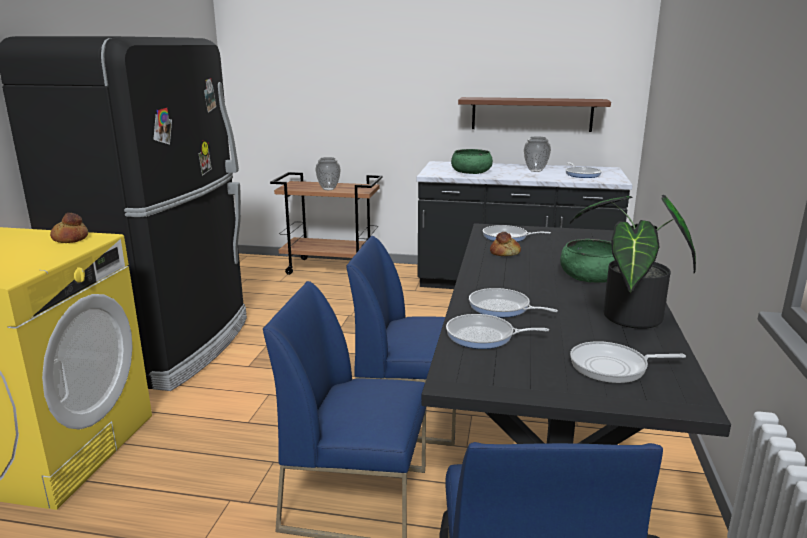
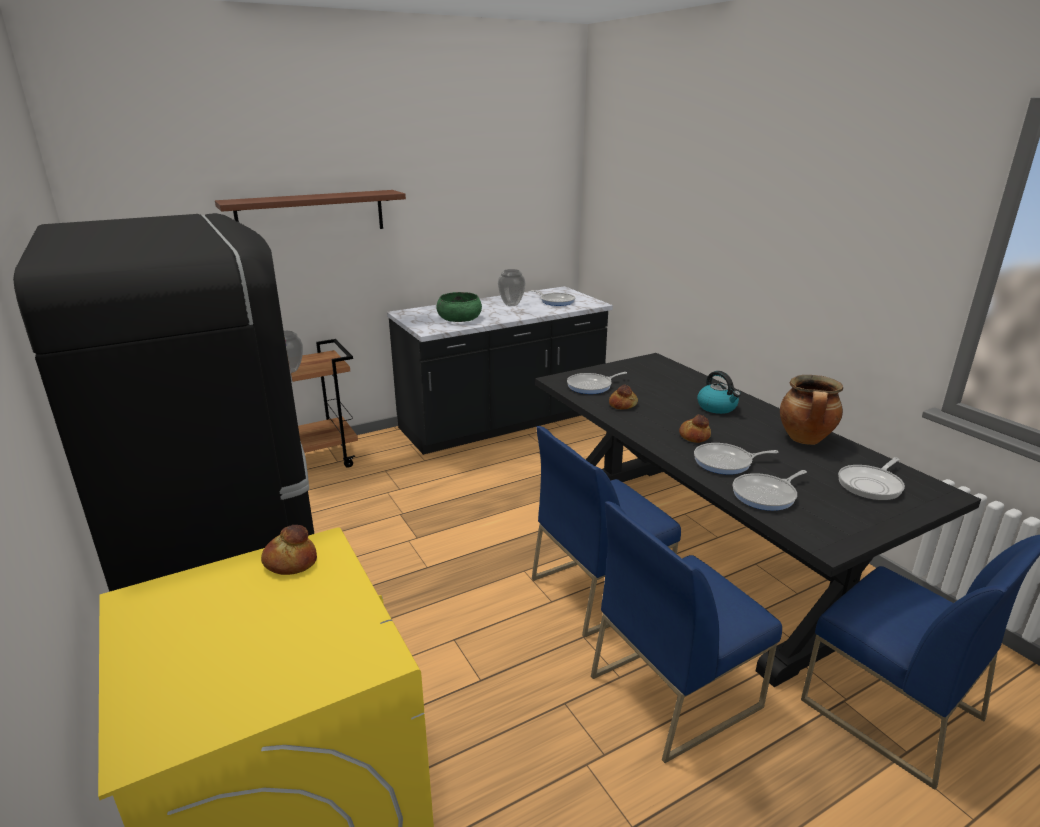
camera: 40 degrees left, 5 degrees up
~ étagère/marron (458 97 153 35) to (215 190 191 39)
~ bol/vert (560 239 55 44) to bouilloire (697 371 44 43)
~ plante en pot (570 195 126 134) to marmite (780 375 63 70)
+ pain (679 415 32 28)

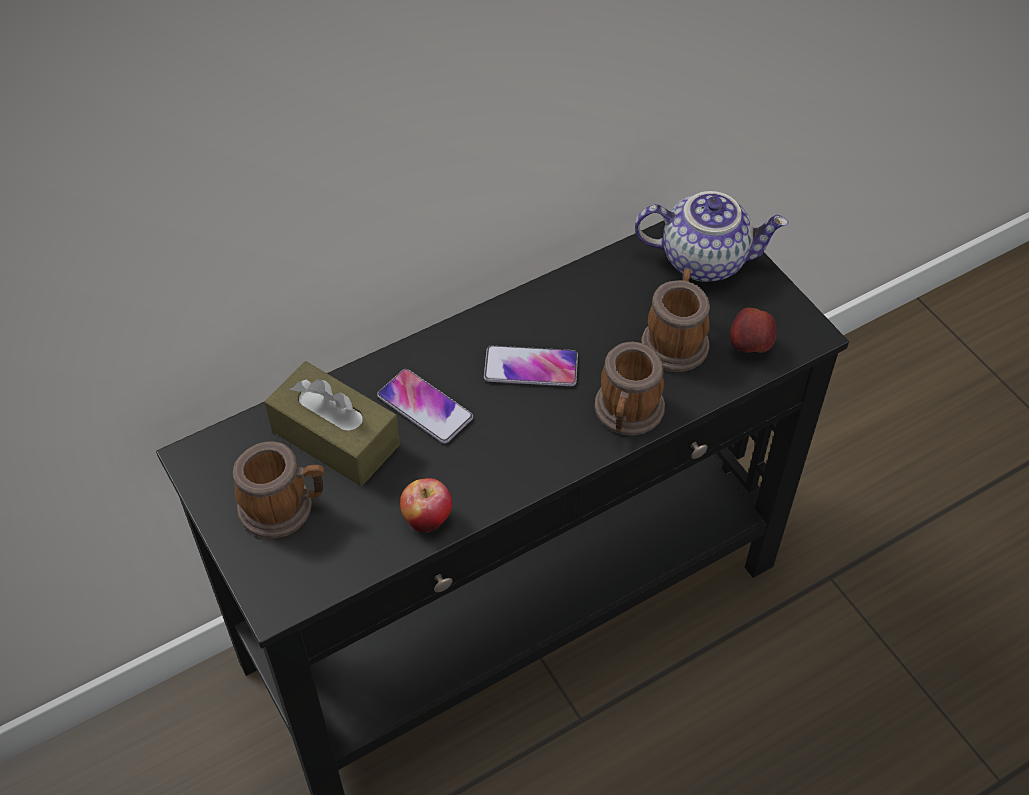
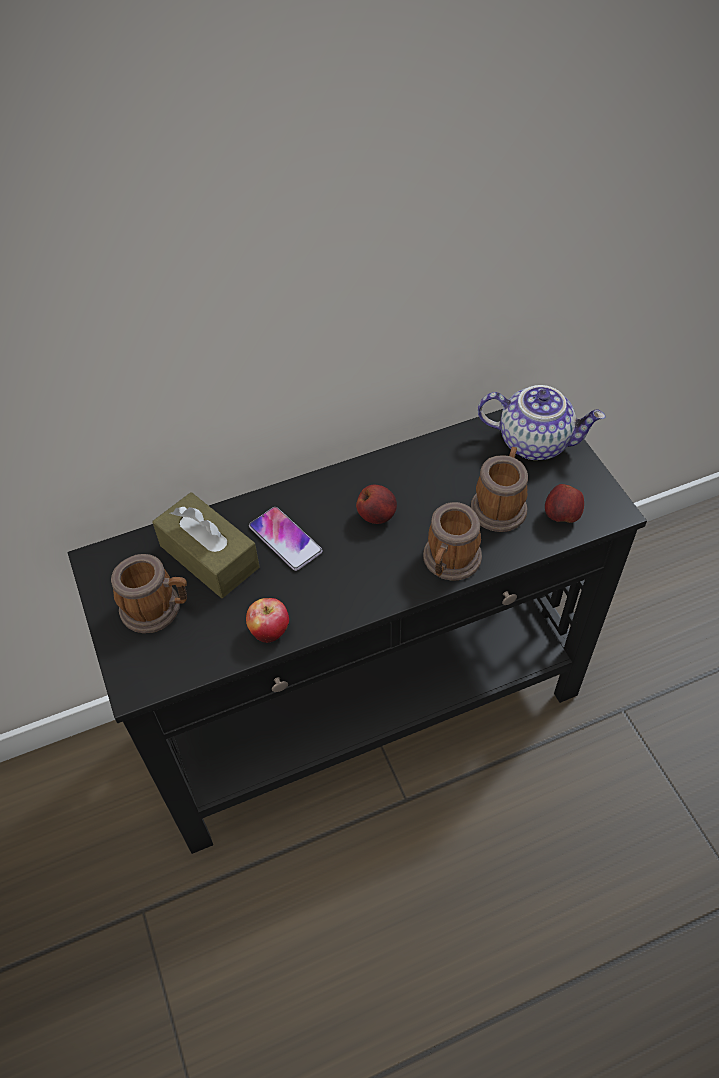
camera: 10 degrees right, 0 degrees up
~ téléphone (484 346 94 40) to pomme (356 485 41 39)

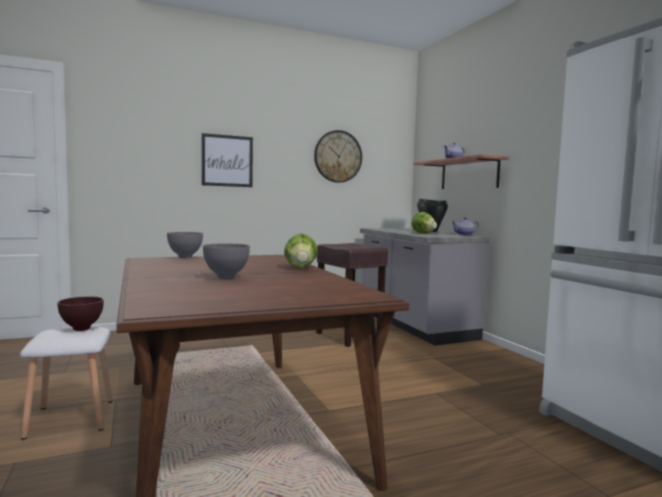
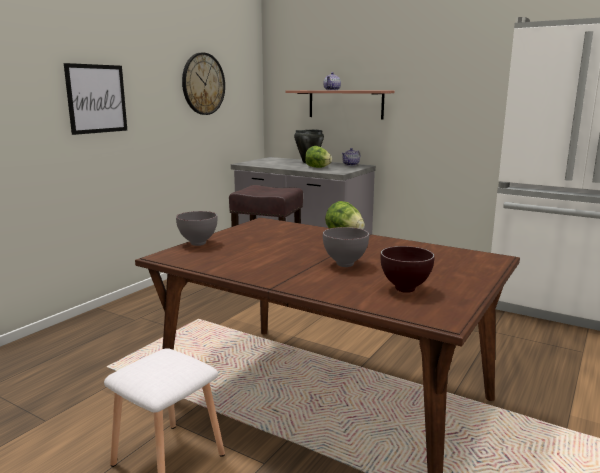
camera: 35 degrees left, 10 degrees up
~ bol/marron (57 296 47 35) to (380 246 55 47)

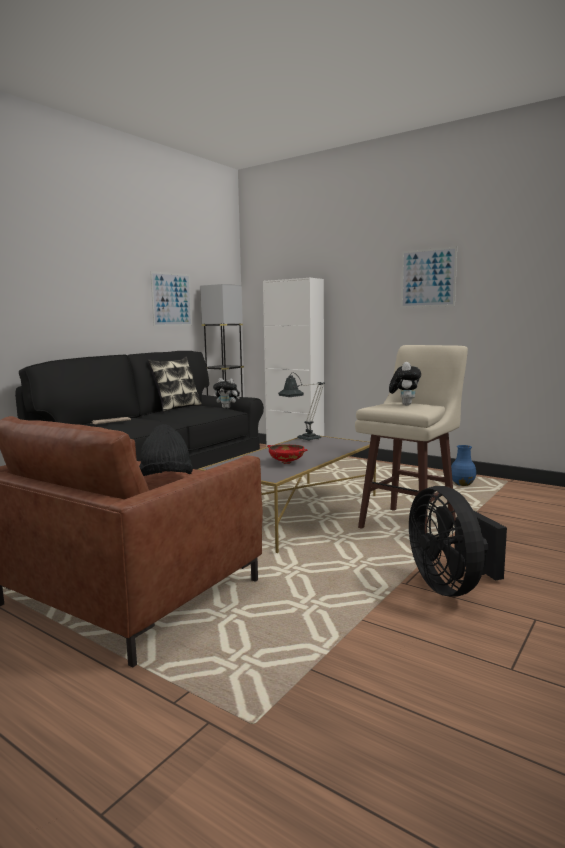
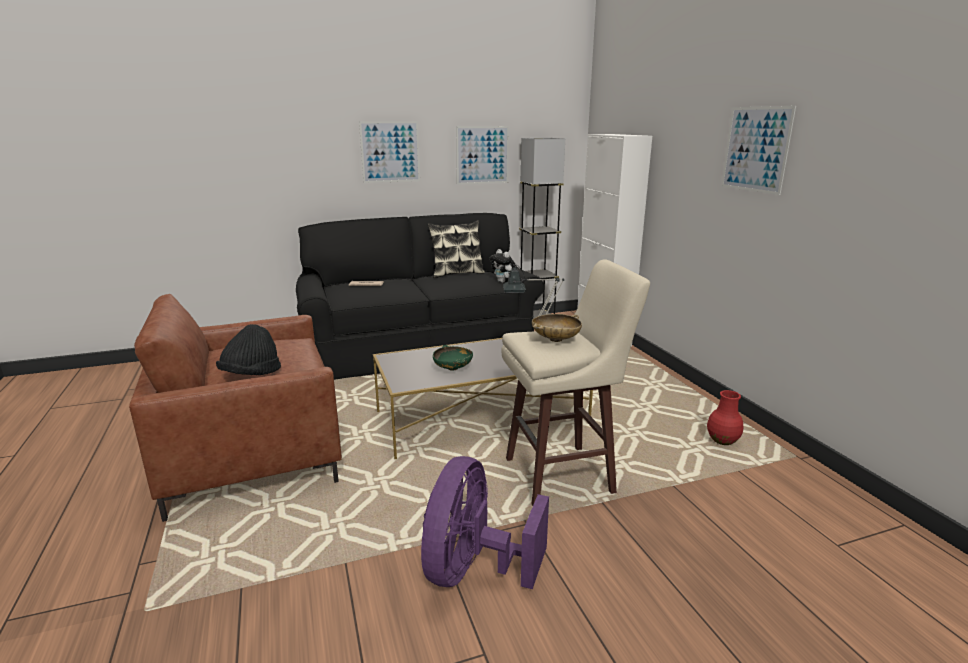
camera: 35 degrees right, 10 degrees up
~ bol/rouge (267 445 41 19) to bol/vert (433 345 40 26)
~ peluche (389 362 32 43) to bol/beige (532 314 50 28)
~ ventilateur/noir (409 486 98 111) to ventilateur/violet (421 456 128 133)
~ vase/bleu (451 445 25 41) to vase/rouge (707 390 36 55)
+ tableau (359 121 61 62)

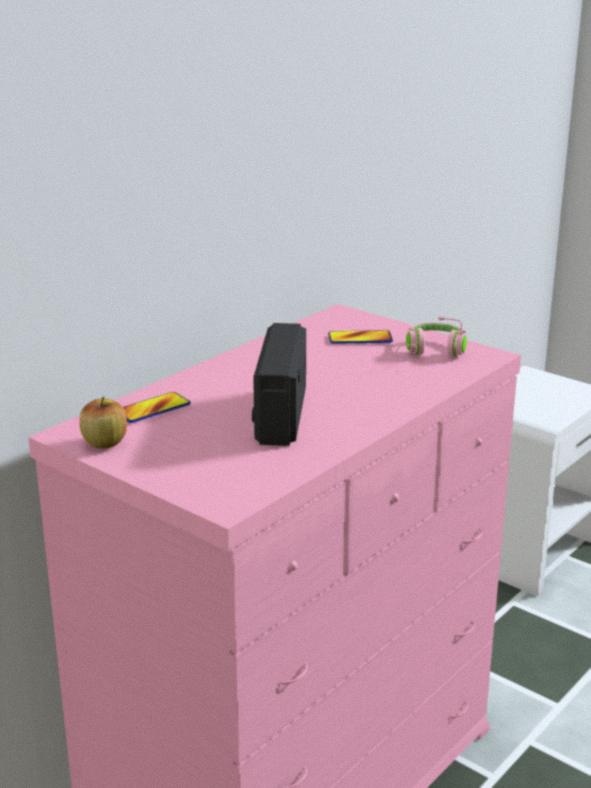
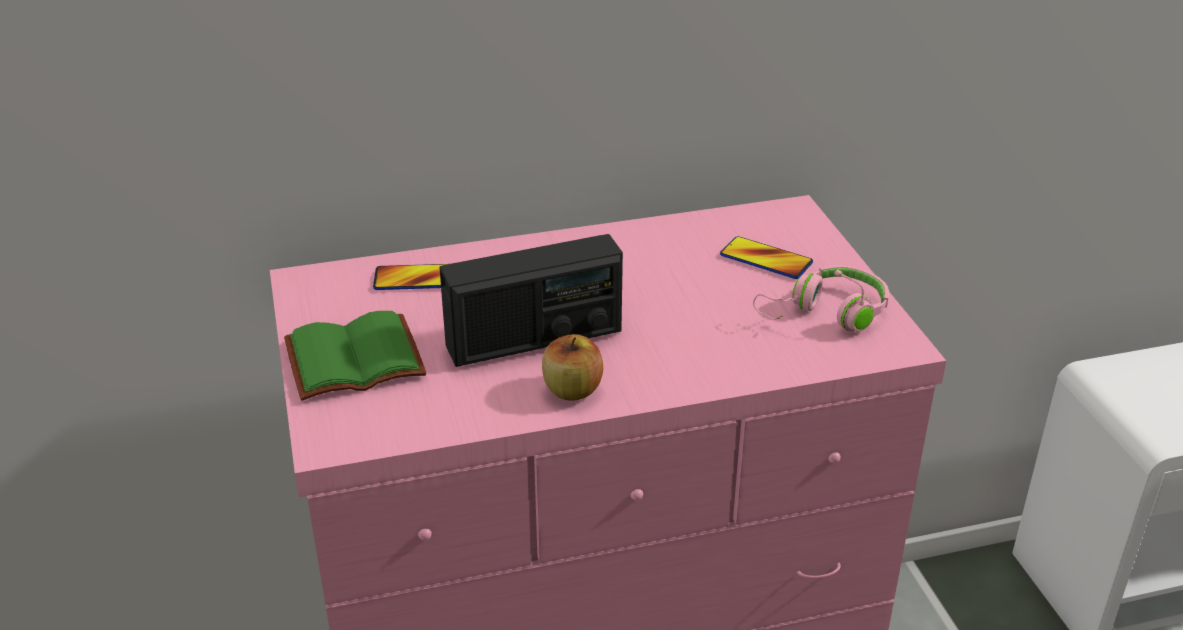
camera: 35 degrees right, 10 degrees up
~ pomme (79 396 48 53) to (542 334 61 67)
~ radio (252 323 54 123) = (440 234 183 133) 150 degrees counterclockwise
+ livre/vert (284 311 143 90)

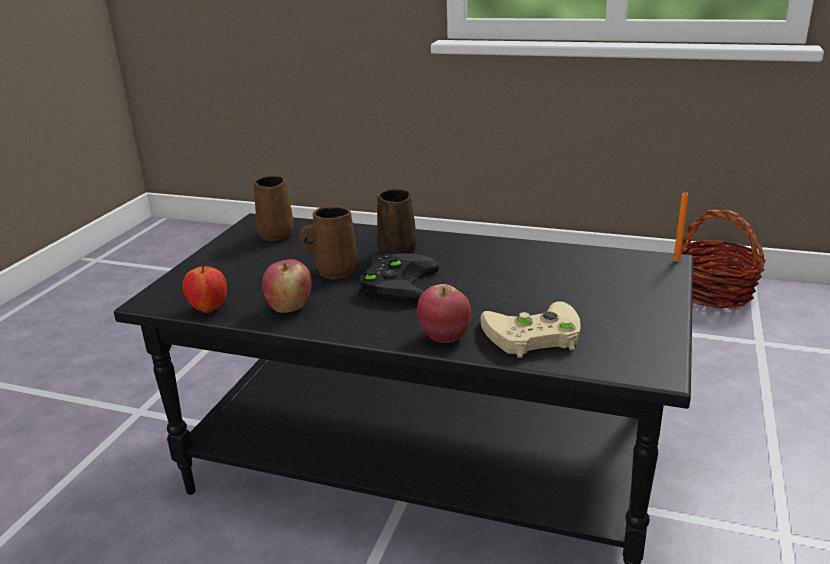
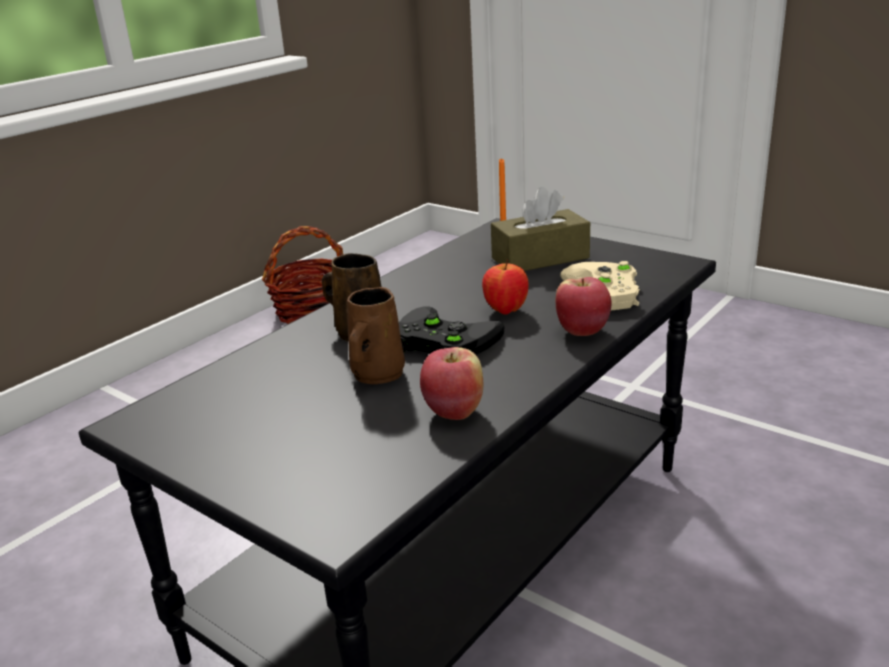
camera: 70 degrees left, 0 degrees up
~ pomme (182 265 45 48) to (482 259 47 55)
- mug/marron (253 175 41 66)
+ boîte à mouchoirs/marron (491 187 99 84)

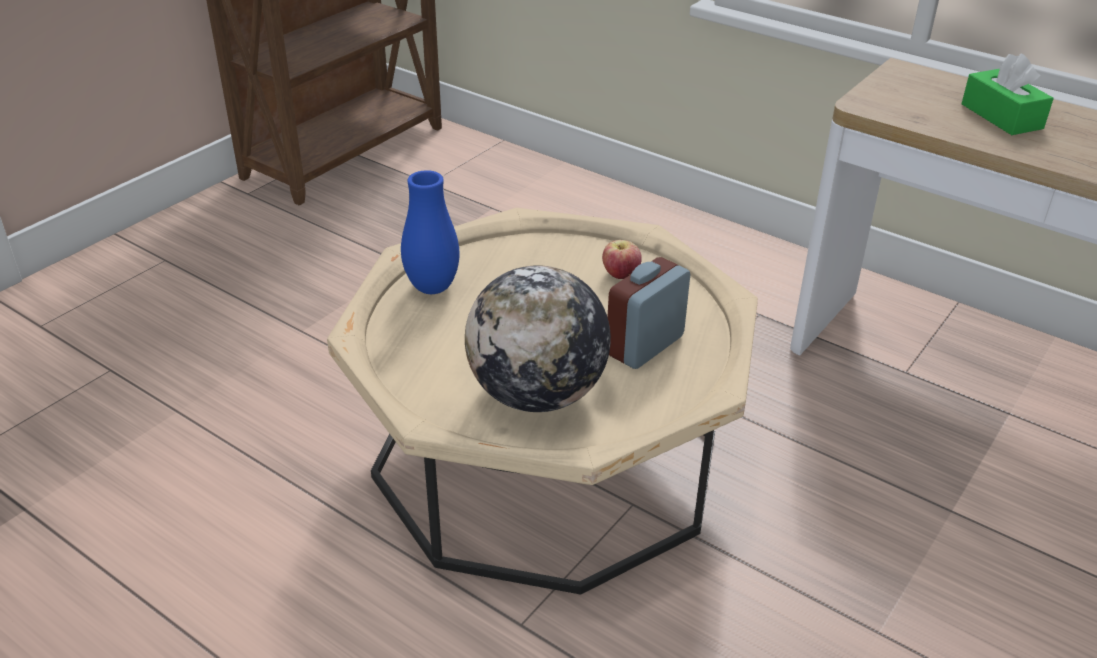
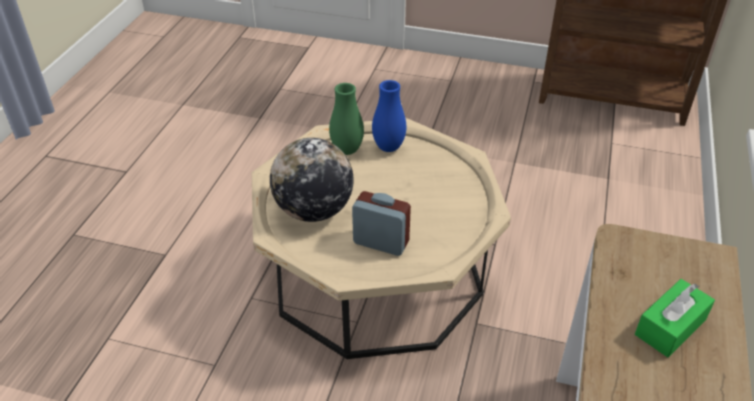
camera: 70 degrees right, 5 degrees up
- pomme (602 240 40 39)
+ vase/vert (329 83 35 72)

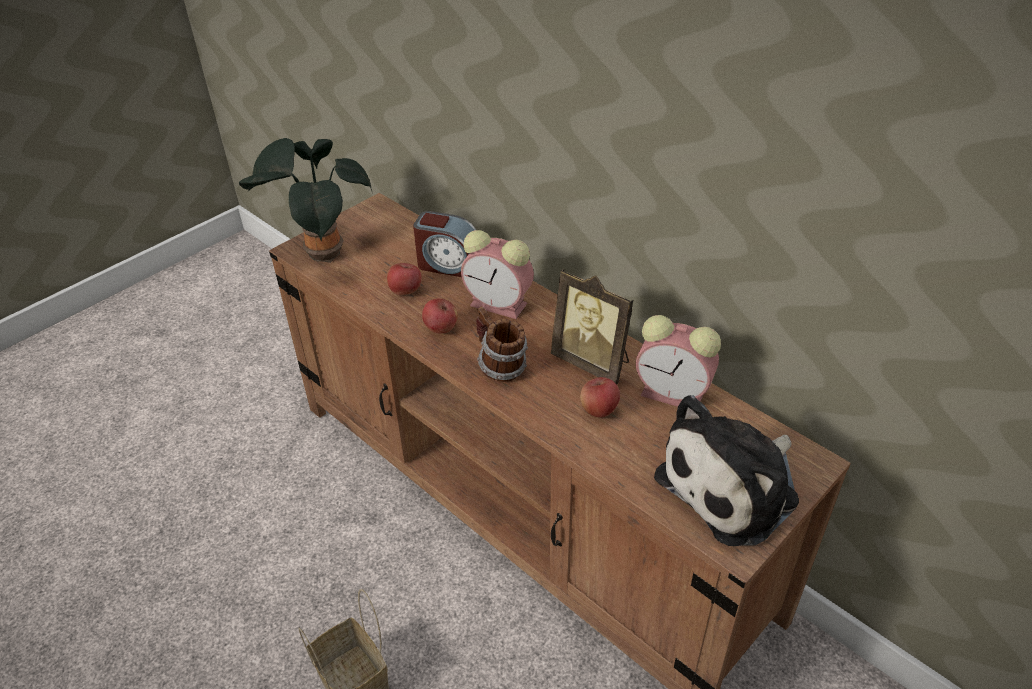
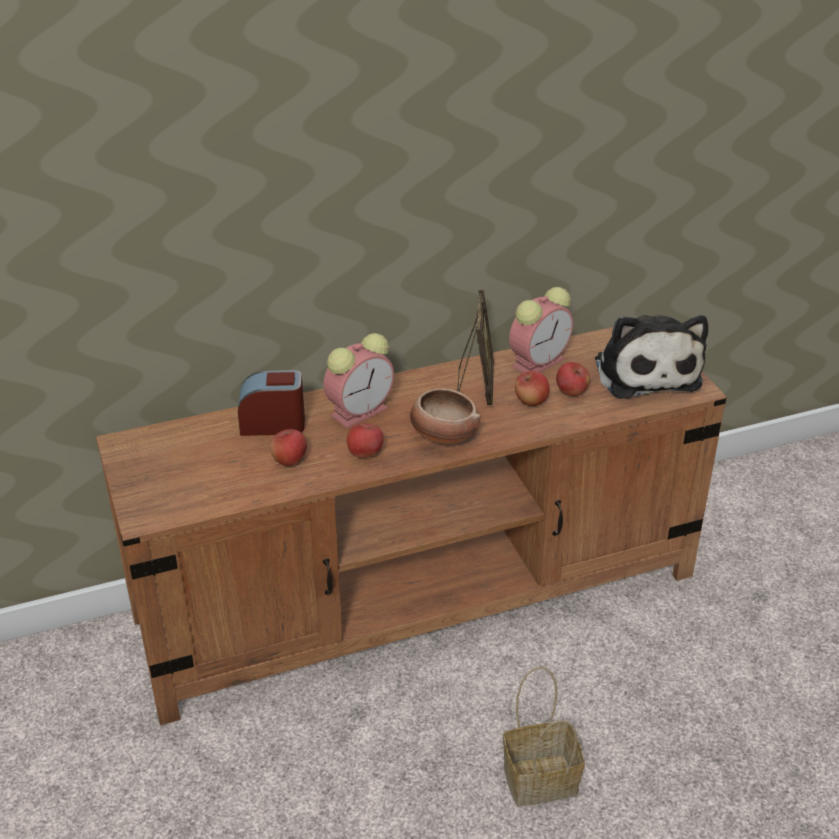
camera: 65 degrees left, 5 degrees down
- plante en pot (239 138 134 125)
~ réveil (413 211 63 66) = (238 370 67 66) 135 degrees counterclockwise
~ mug (476 307 52 75) to bol (410 388 70 56)
~ cadre photo (551 269 83 115) = (457 290 37 115) 60 degrees counterclockwise
+ pomme (556 362 34 34)

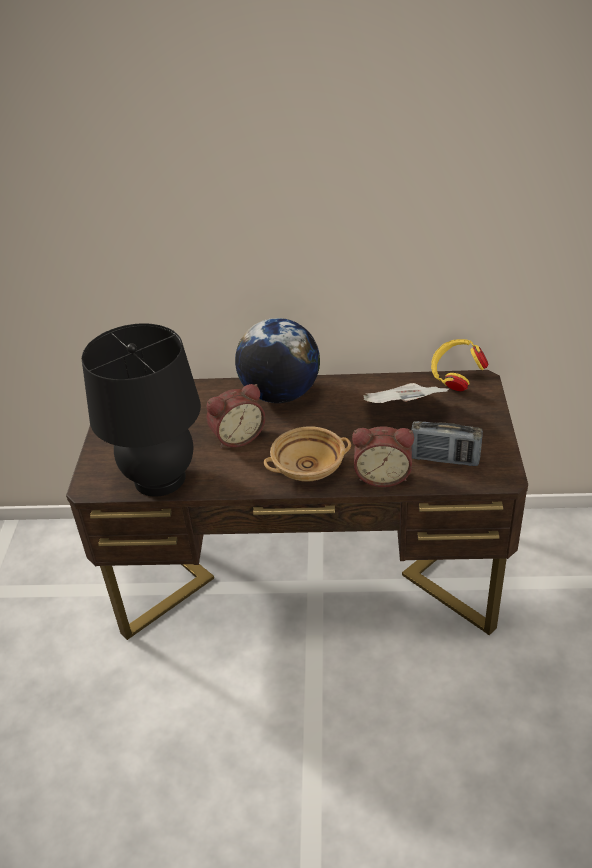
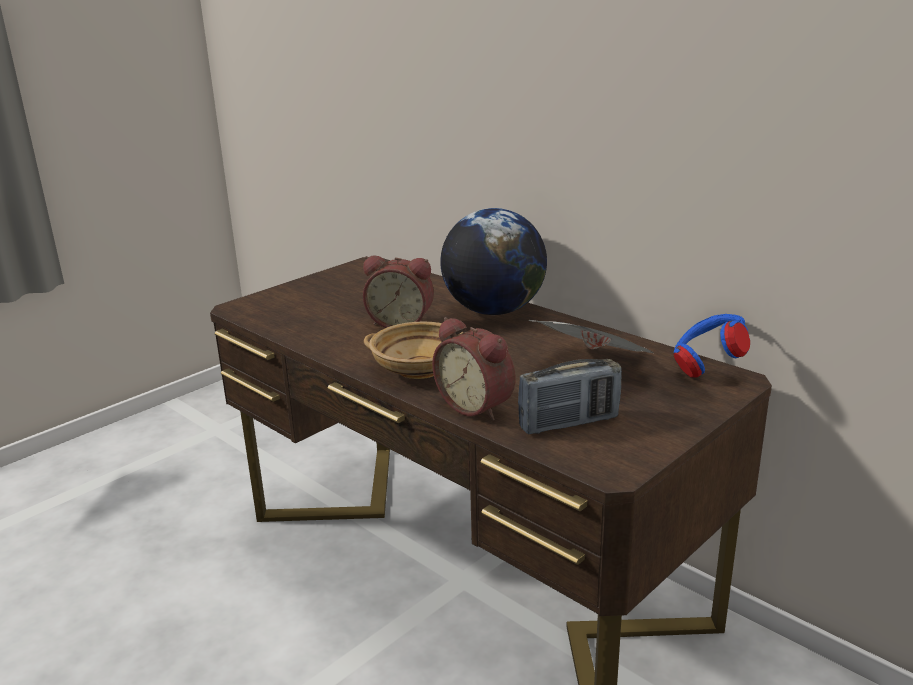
camera: 40 degrees right, 15 degrees down
- lampe de table/noir (82 323 119 174)
~ radio (411 421 72 45) = (518 359 104 76) 75 degrees counterclockwise
~ casque audio/jaune (431 339 58 52) to casque audio/bleu (673 314 77 64)

